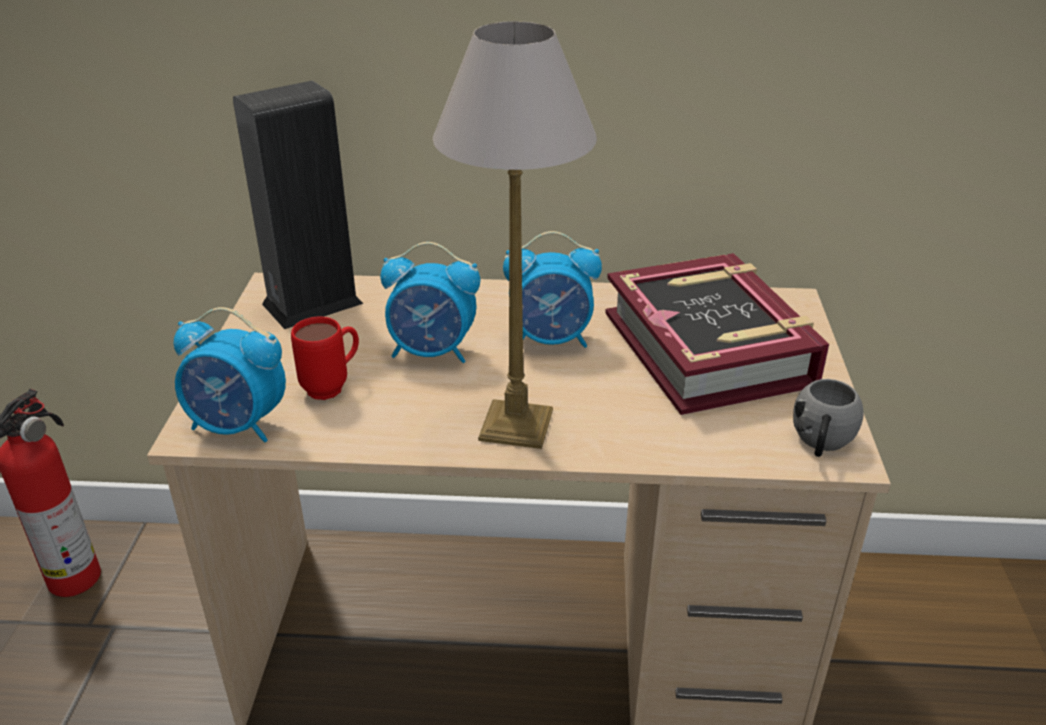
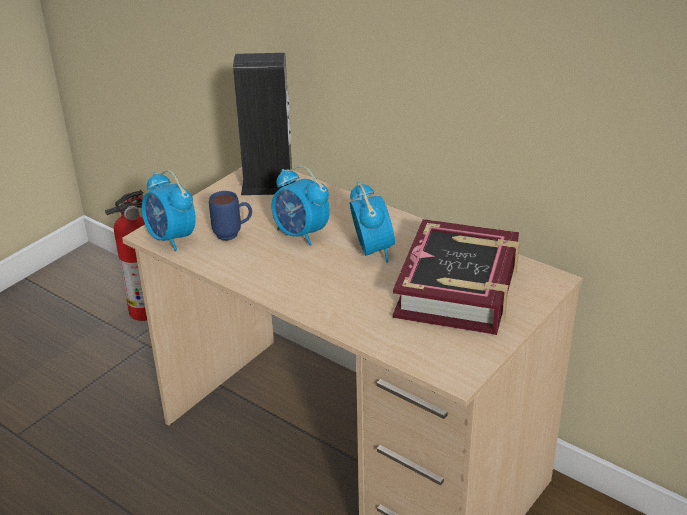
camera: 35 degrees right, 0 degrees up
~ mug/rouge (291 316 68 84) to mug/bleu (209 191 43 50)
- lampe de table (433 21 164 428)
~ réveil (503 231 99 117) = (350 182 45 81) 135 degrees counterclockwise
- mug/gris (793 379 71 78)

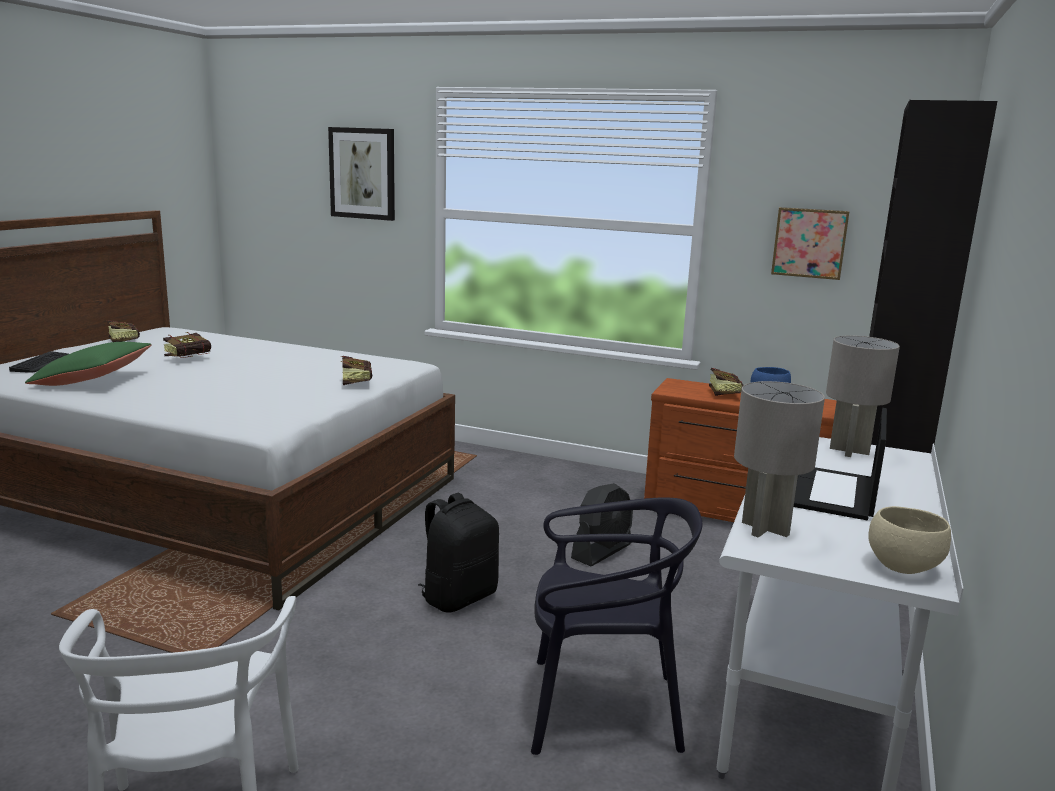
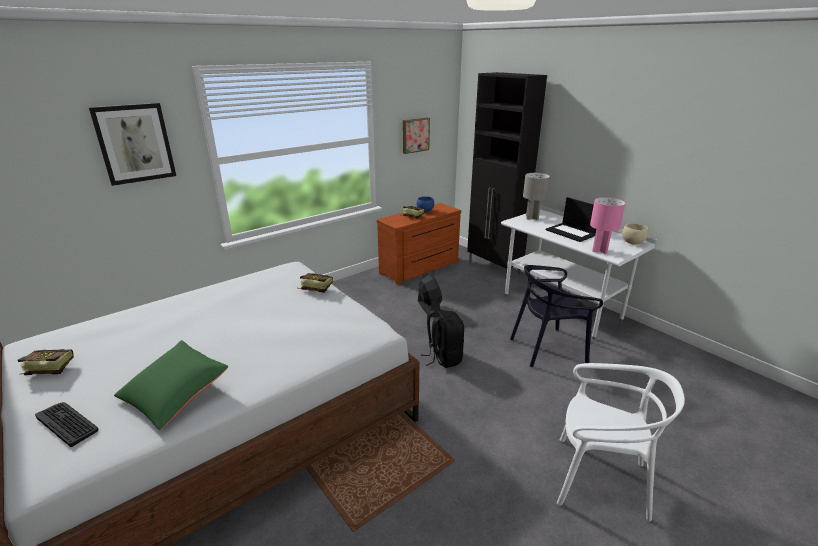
camera: 60 degrees left, 10 degrees up
- livre (163 332 48 26)
~ chaise/noir (531 497 171 258) = (510 265 93 102) 135 degrees counterclockwise
~ lampe de table/gris (734 381 91 157) to lampe de table/rose (590 197 35 57)

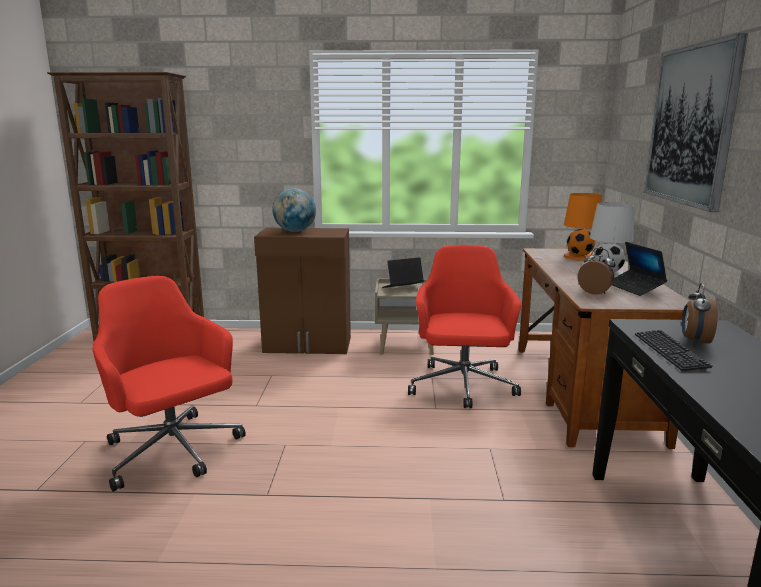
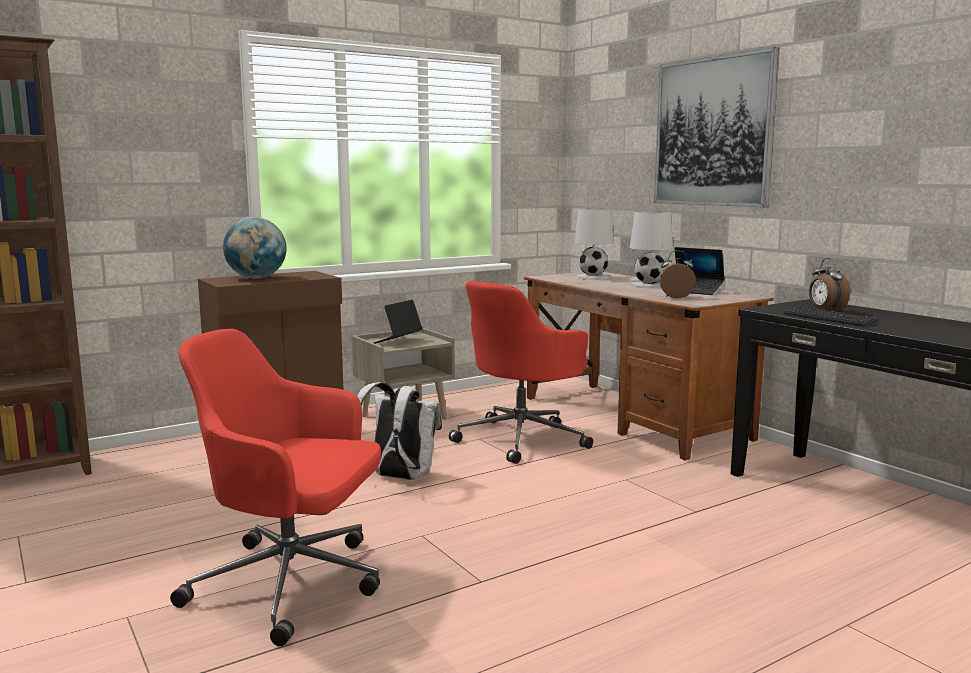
camera: 35 degrees left, 5 degrees down
~ chaise de bureau/rouge (408 245 113 163) = (449 281 144 183) 105 degrees counterclockwise
~ lampe de table/orange (564 193 38 68) to lampe de table/blanc (574 208 40 72)
+ sac à dos/blanc (357 382 85 98)

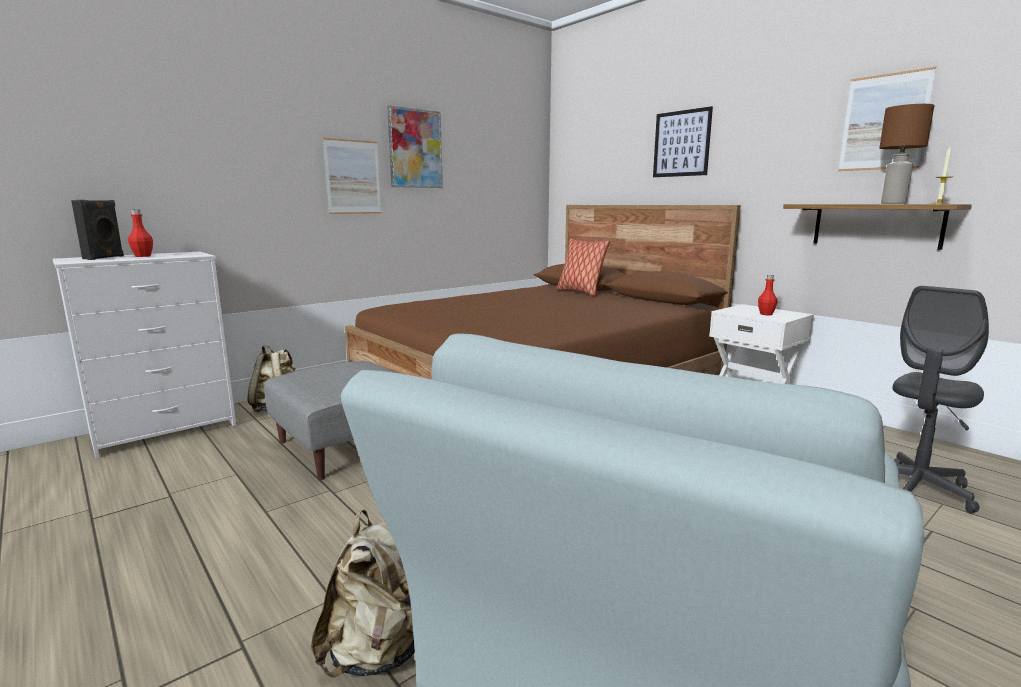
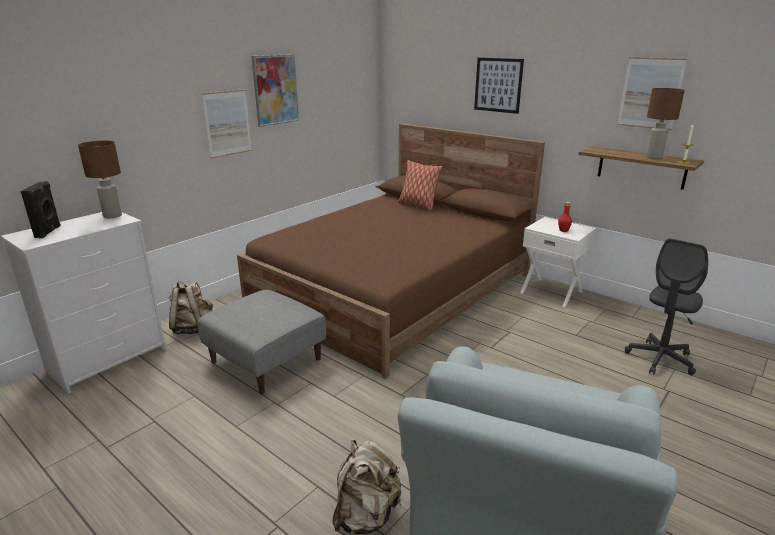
camera: 10 degrees left, 10 degrees up
- bouteille/rouge (128 210 25 47)
+ lampe de table/marron (78 141 44 77)

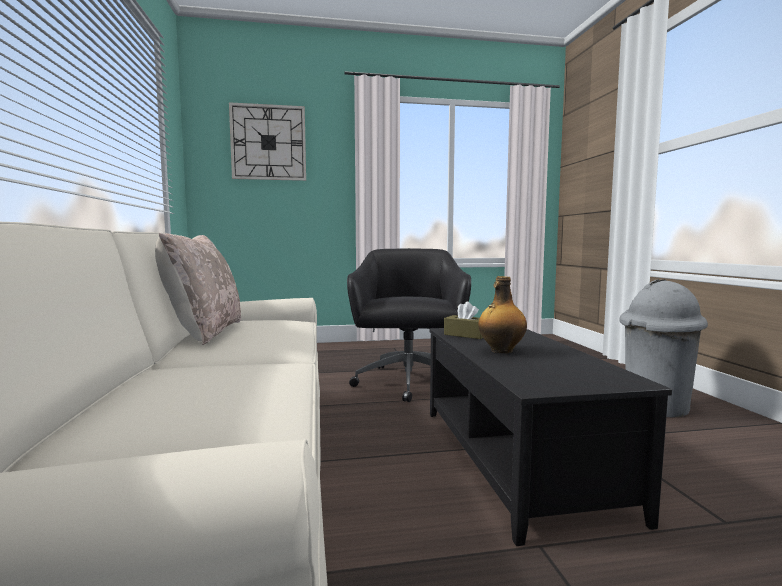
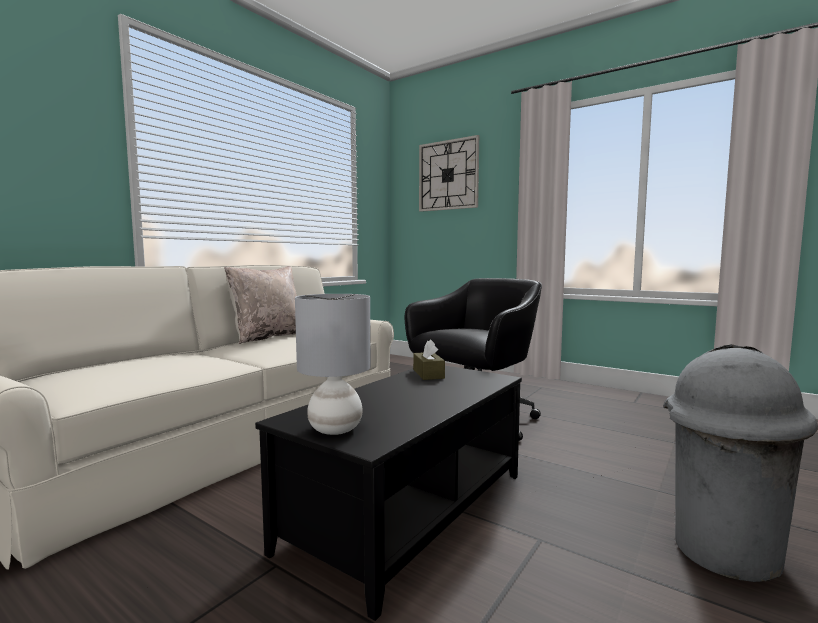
camera: 45 degrees right, 0 degrees up
- bouteille (478 276 49 77)
+ lampe de table/gris (295 294 76 141)

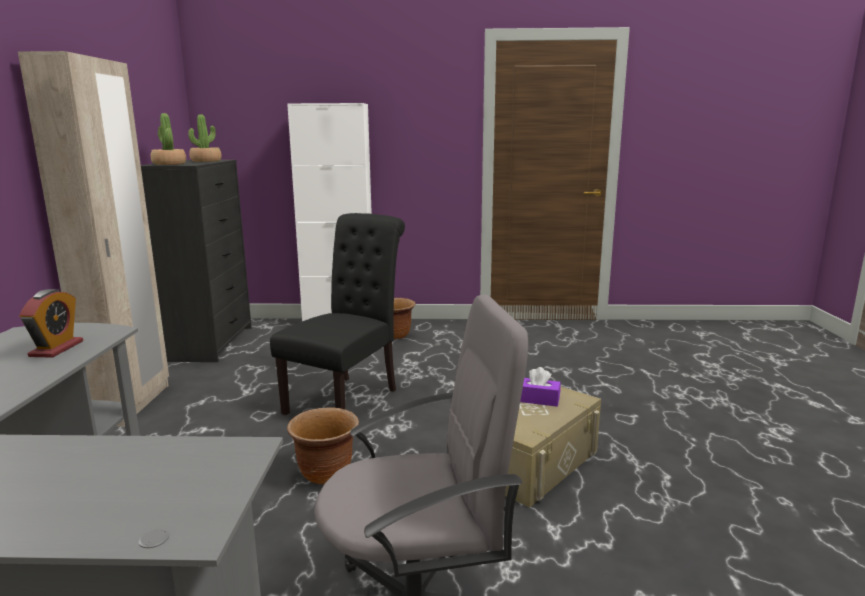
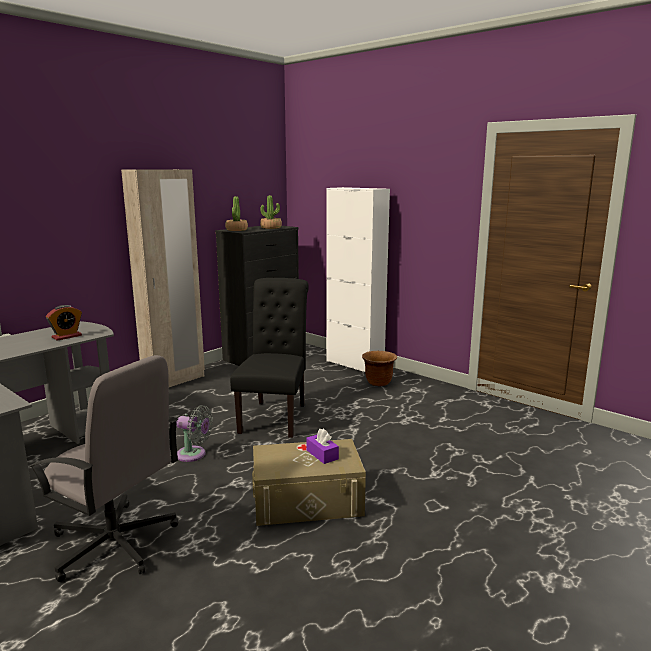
camera: 40 degrees right, 0 degrees up
~ chaise/noir (270 213 135 202) = (230 278 79 160) 60 degrees counterclockwise
~ cache-pot/marron (287 407 72 77) to ventilateur/gris (176 405 37 57)

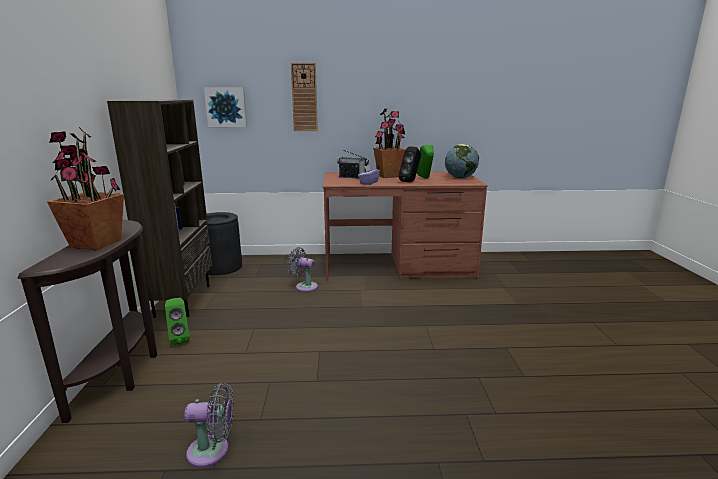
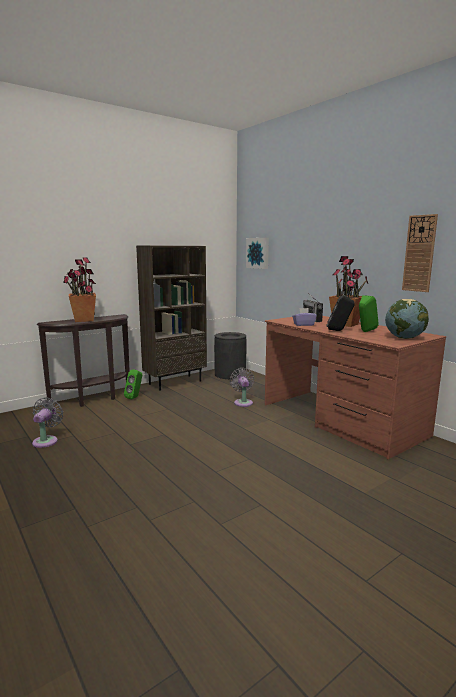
camera: 55 degrees right, 5 degrees down
~ ventilateur/gris (184 383 50 85) = (32 397 31 51) 135 degrees counterclockwise
~ horloge murale (291 63 27 68) to (402 214 36 78)

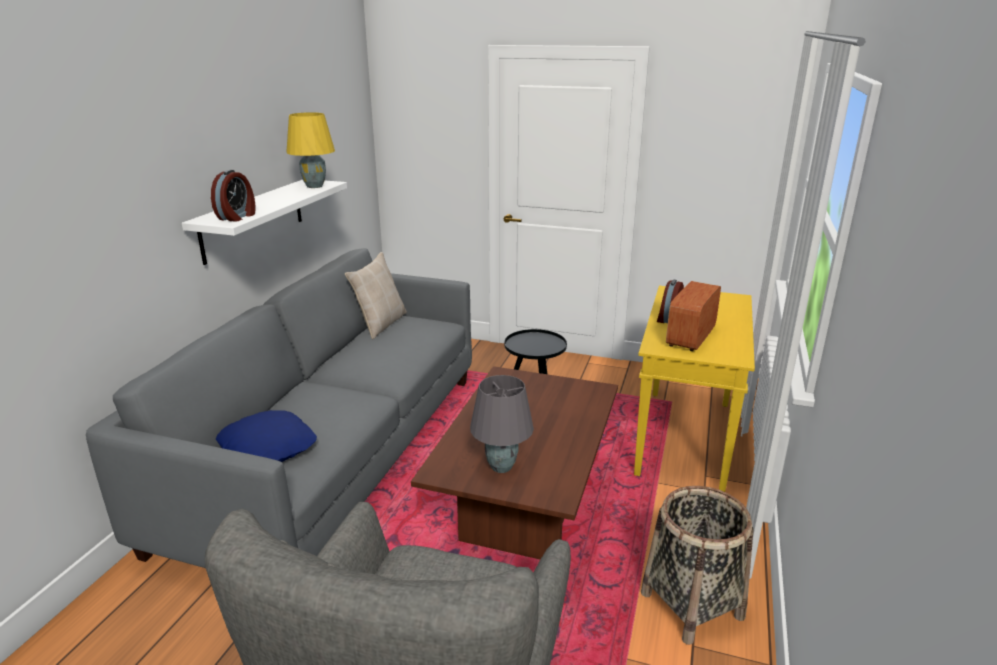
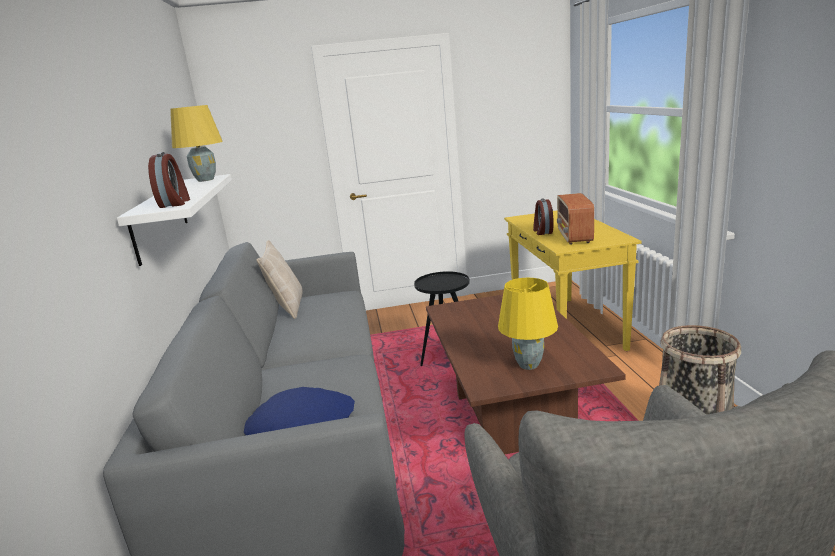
camera: 25 degrees left, 5 degrees down
~ lampe de table/gris (470 375 64 98) to lampe de table/jaune (498 278 60 92)

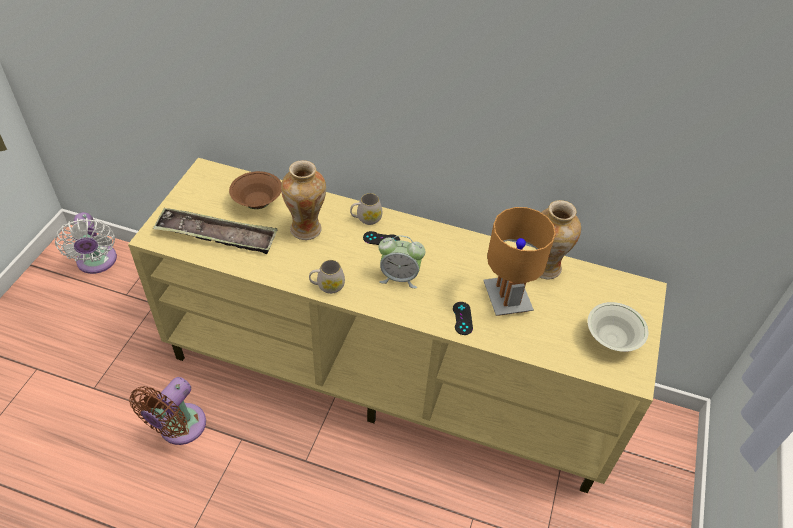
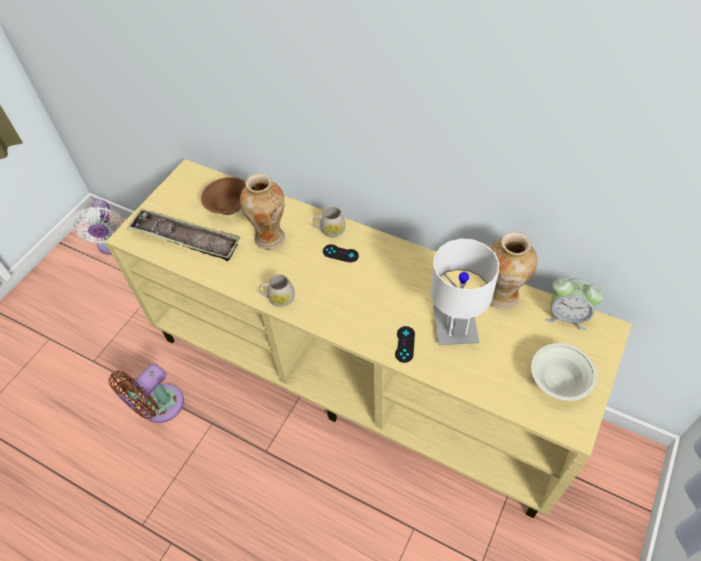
camera: 15 degrees right, 5 degrees up
~ réveil (378 235 47 53) to (545 278 59 53)
~ lampe de table/marron (483 207 73 109) to lampe de table/blanc (430 238 69 107)

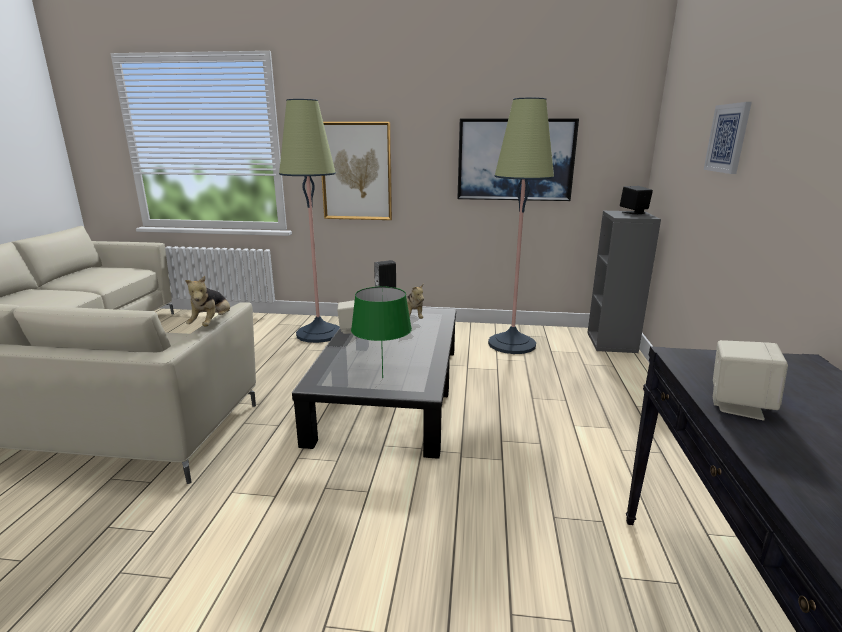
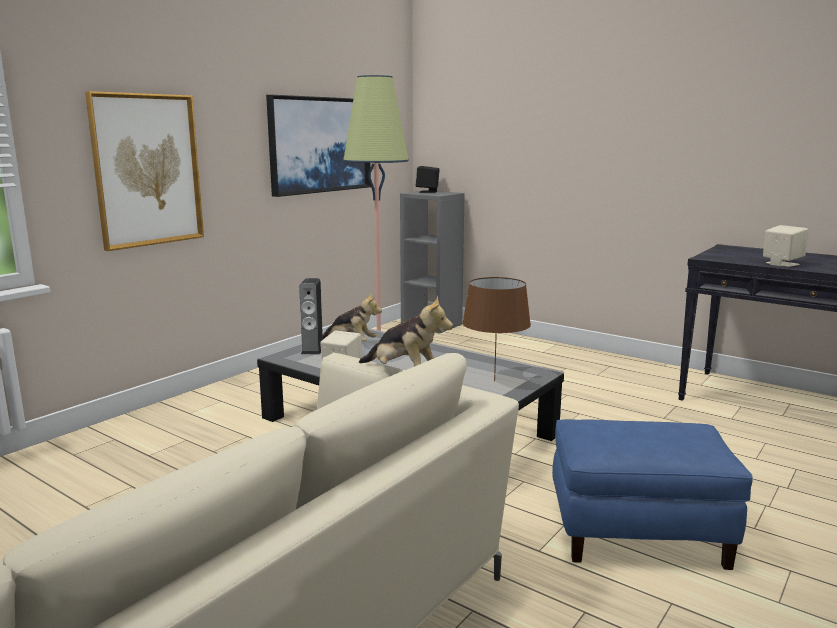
camera: 60 degrees left, 5 degrees down
- lampadaire (279 99 61 244)
~ lampe de table/vert (351 287 61 91) to lampe de table/marron (462 277 69 105)
- tableau (704 102 48 72)
+ pouf/bleu (552 419 201 151)

